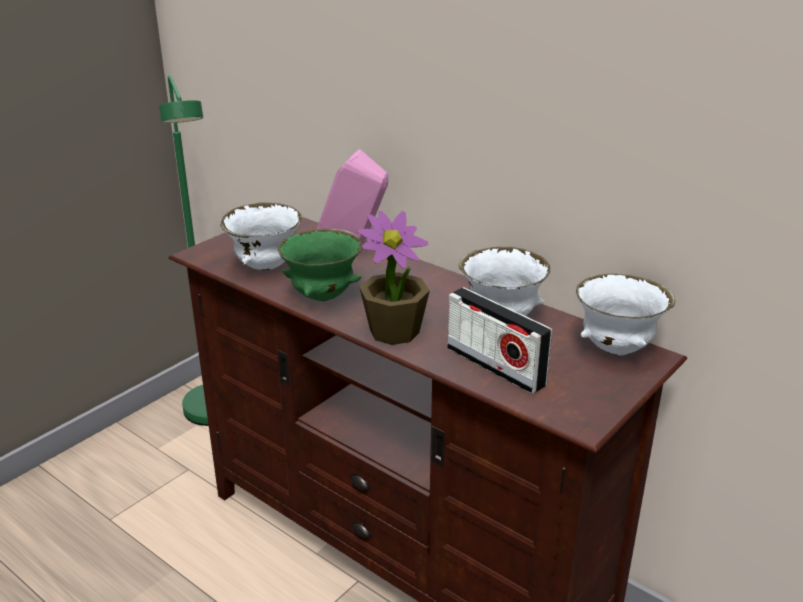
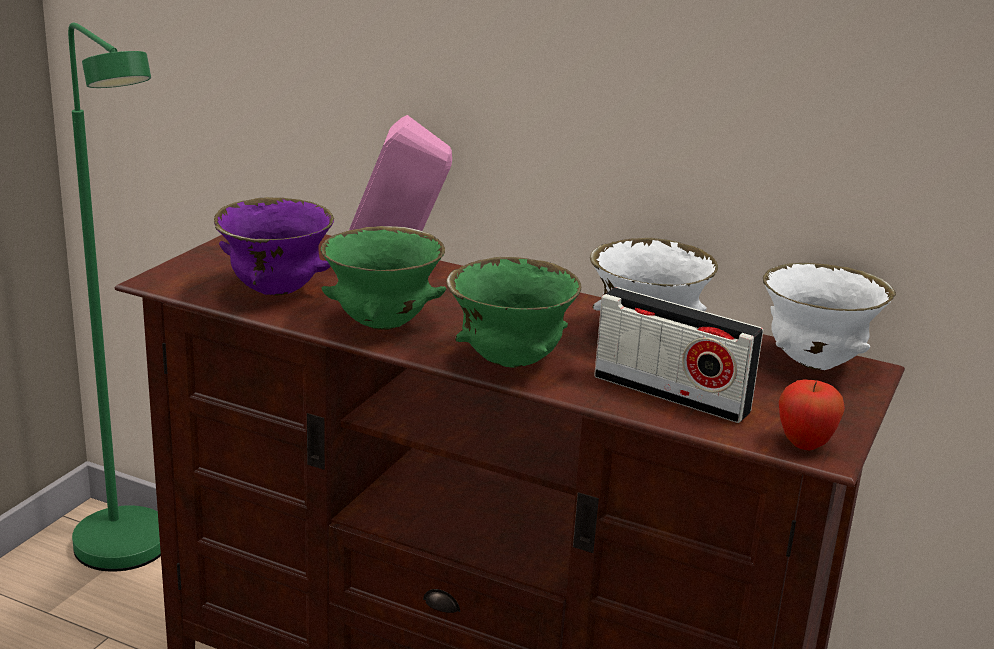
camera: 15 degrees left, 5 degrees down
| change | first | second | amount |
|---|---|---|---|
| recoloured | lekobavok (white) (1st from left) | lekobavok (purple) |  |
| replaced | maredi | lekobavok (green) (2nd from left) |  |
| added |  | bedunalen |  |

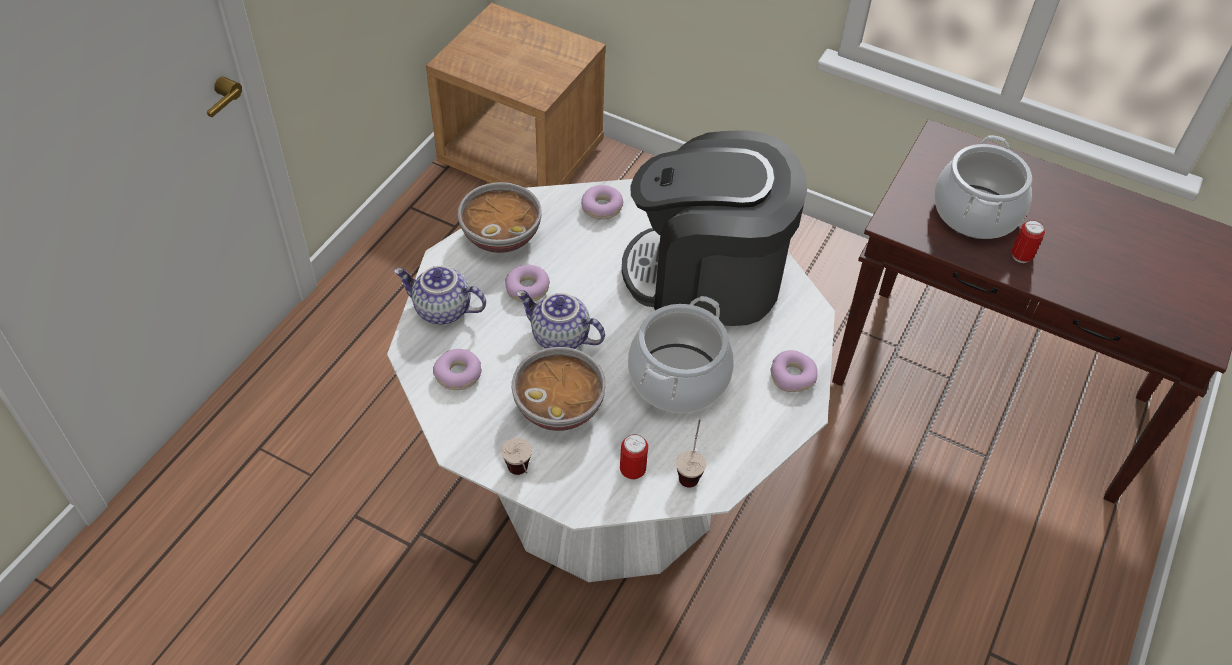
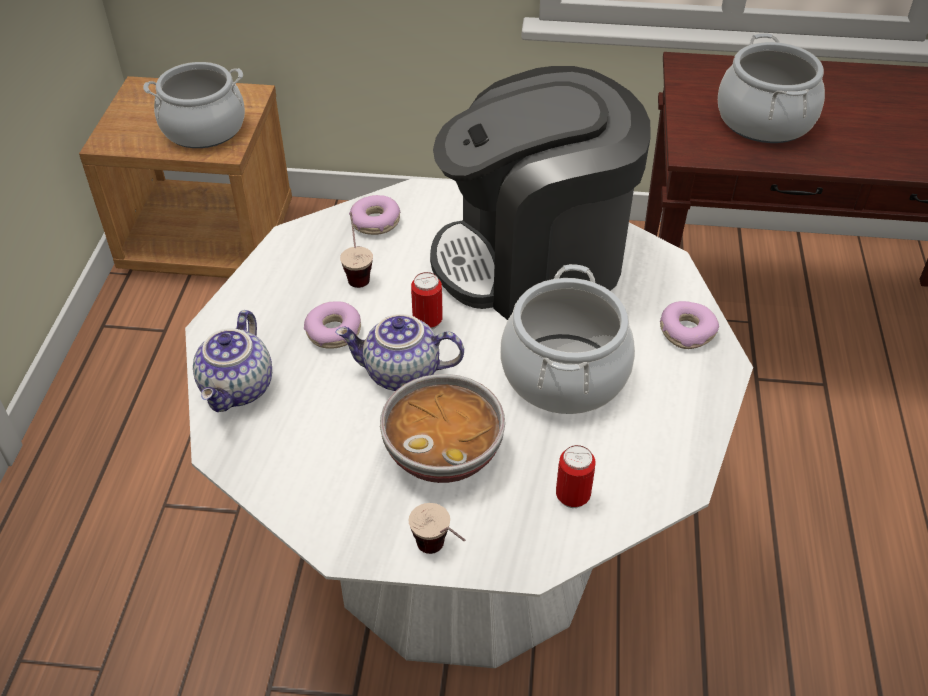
camera: 20 degrees left, 5 degrees down
| change | first | second | amount |
|---|---|---|---|
| turned | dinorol (1st from left) |  | 75 degrees counterclockwise |
| removed | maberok (1st from left) |  |  |
| removed | lekobavok (1st from left) |  |  |
| moved | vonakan (2nd from left in the first image) | vonakan (1st from left) |  |
| moved | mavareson (2nd from left in the first image) | mavareson (1st from left) |  |
| added |  | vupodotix (1st from left) |  |

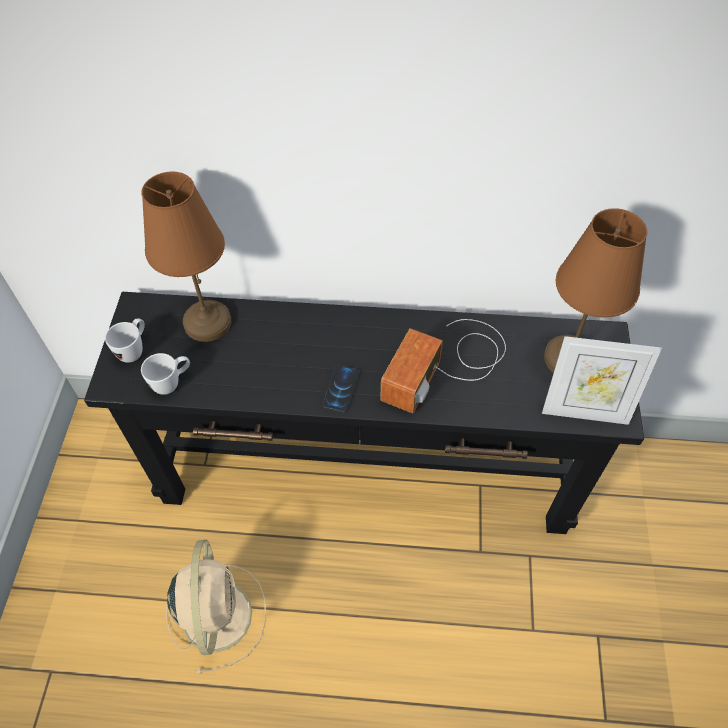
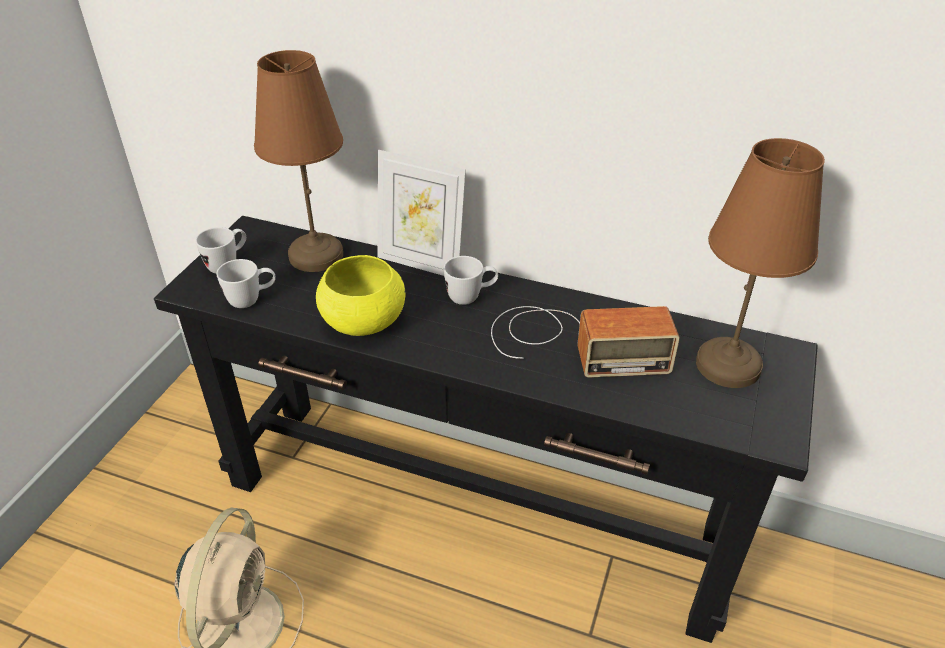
camera: 15 degrees right, 15 degrees down
| change | first | second | amount |
|---|---|---|---|
| removed | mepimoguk |  |  |
| turned | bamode |  | 135 degrees counterclockwise |
| moved | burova |  |  |
| added |  | lekobavok (yellow) |  |
| added |  | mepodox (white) (3rd from left) |  |

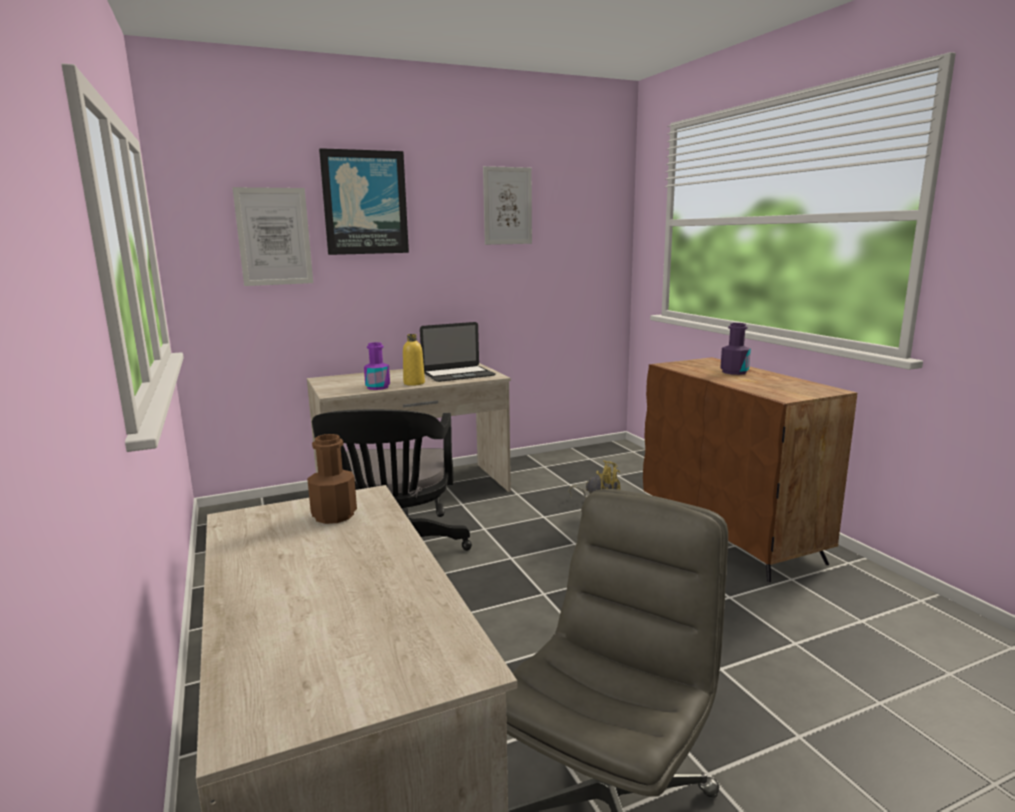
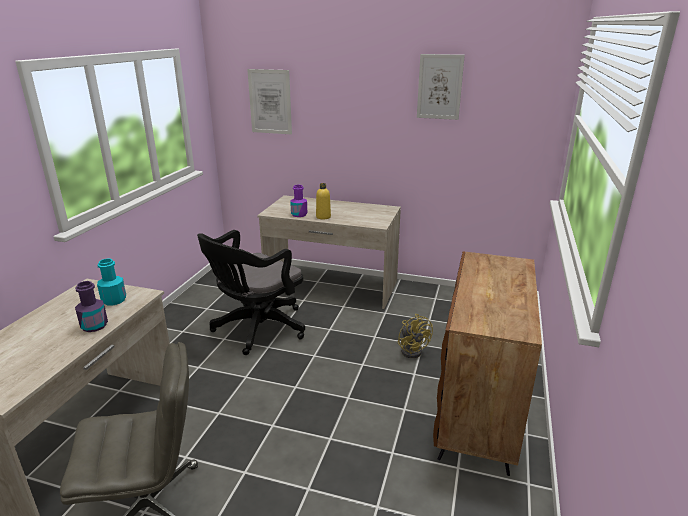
camera: 40 degrees right, 10 degrees up
| change | first | second | amount |
|---|---|---|---|
| recoloured | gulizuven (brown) | gulizuven (turquoise) |  |
| removed | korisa (2nd from left) |  |  |
| removed | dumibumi |  |  |
| moved | gulizuven (purple) (2nd from left in the first image) | gulizuven (purple) (1st from left) |  |

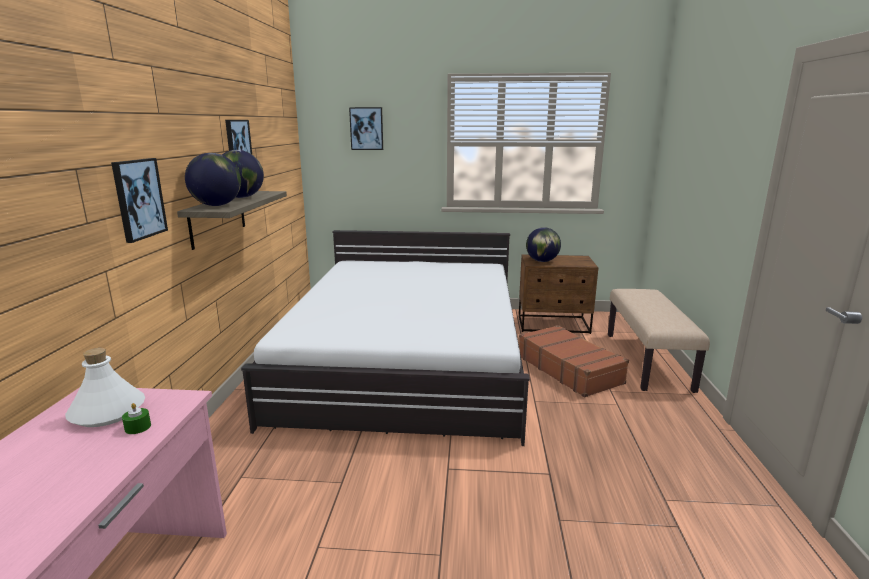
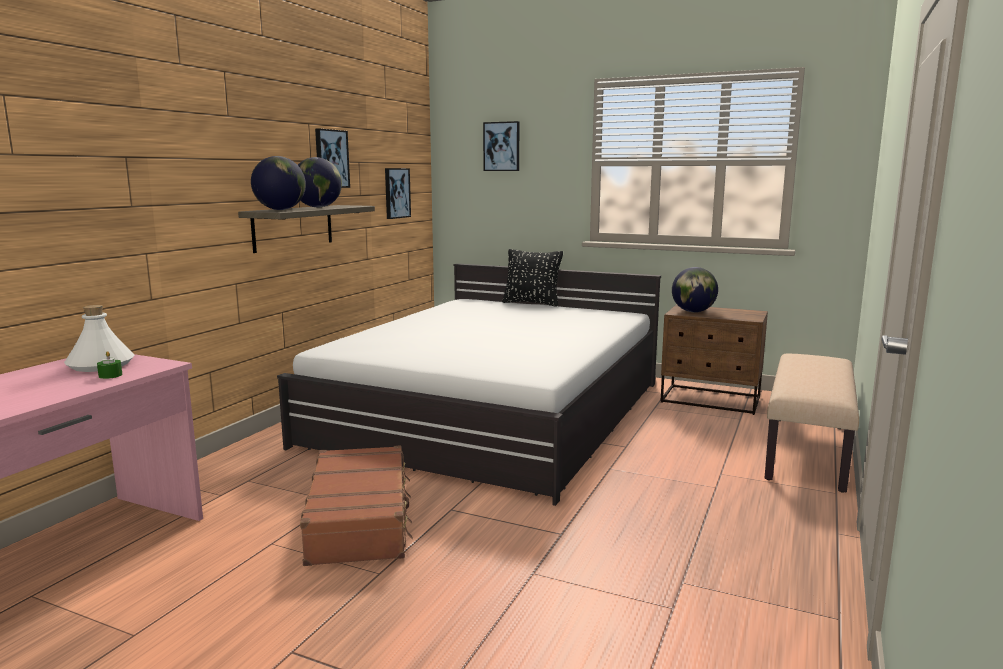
camera: 20 degrees right, 5 degrees down
| change | first | second | amount |
|---|---|---|---|
| moved | korisa (1st from left in the first image) | korisa (2nd from left) |  |
| moved | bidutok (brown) |  |  |
| added |  | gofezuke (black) |  |

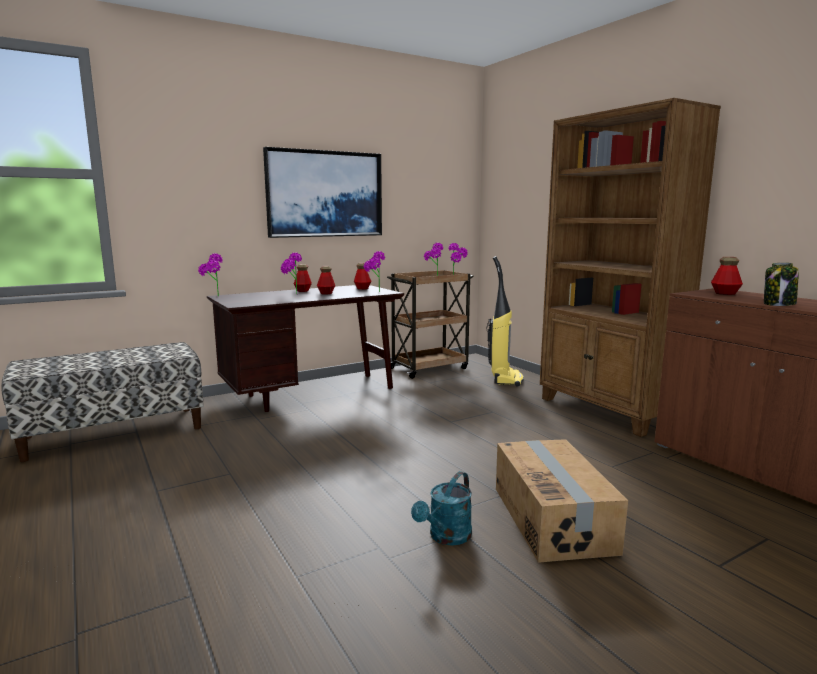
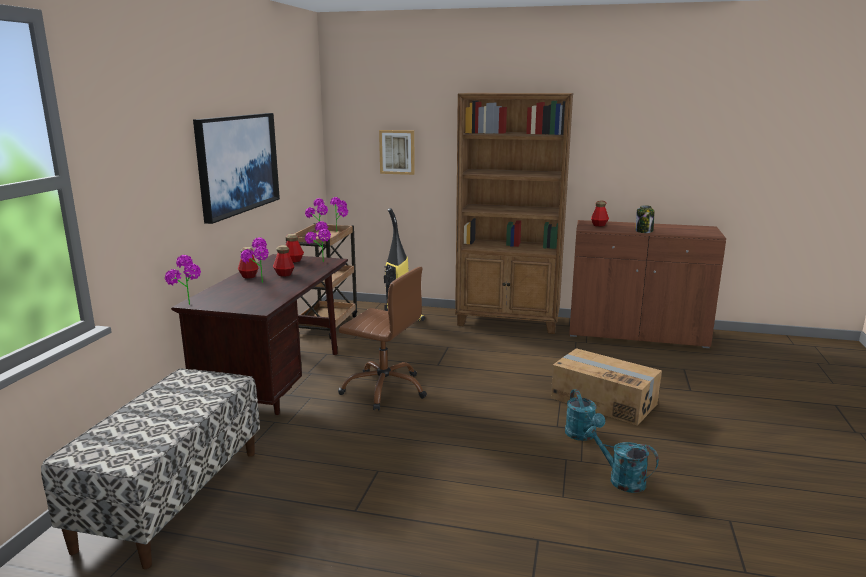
camera: 45 degrees left, 5 degrees up
| change | first | second | amount |
|---|---|---|---|
| added |  | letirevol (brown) |  |
| added |  | korisa (2nd from left) |  |
| added |  | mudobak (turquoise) (2nd from left) |  |

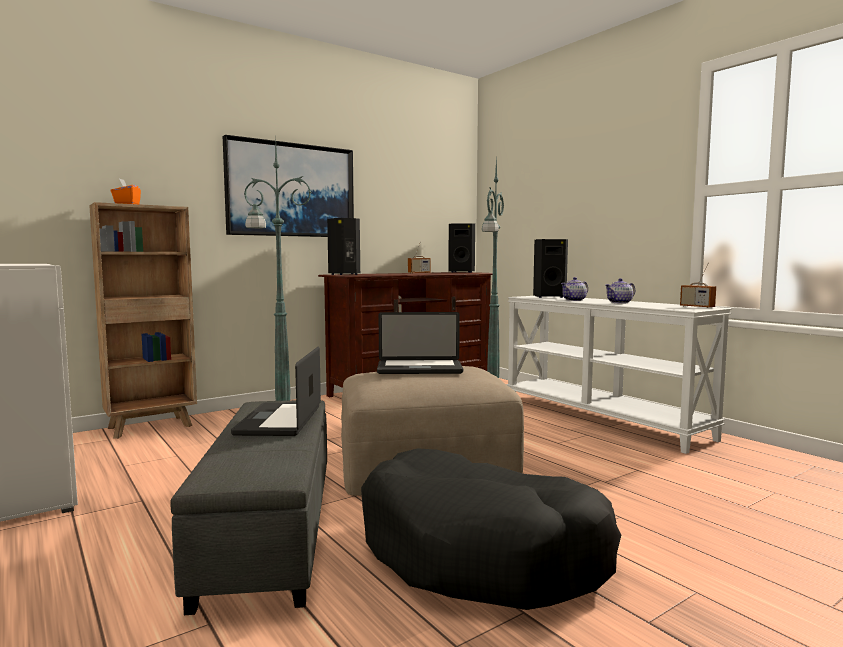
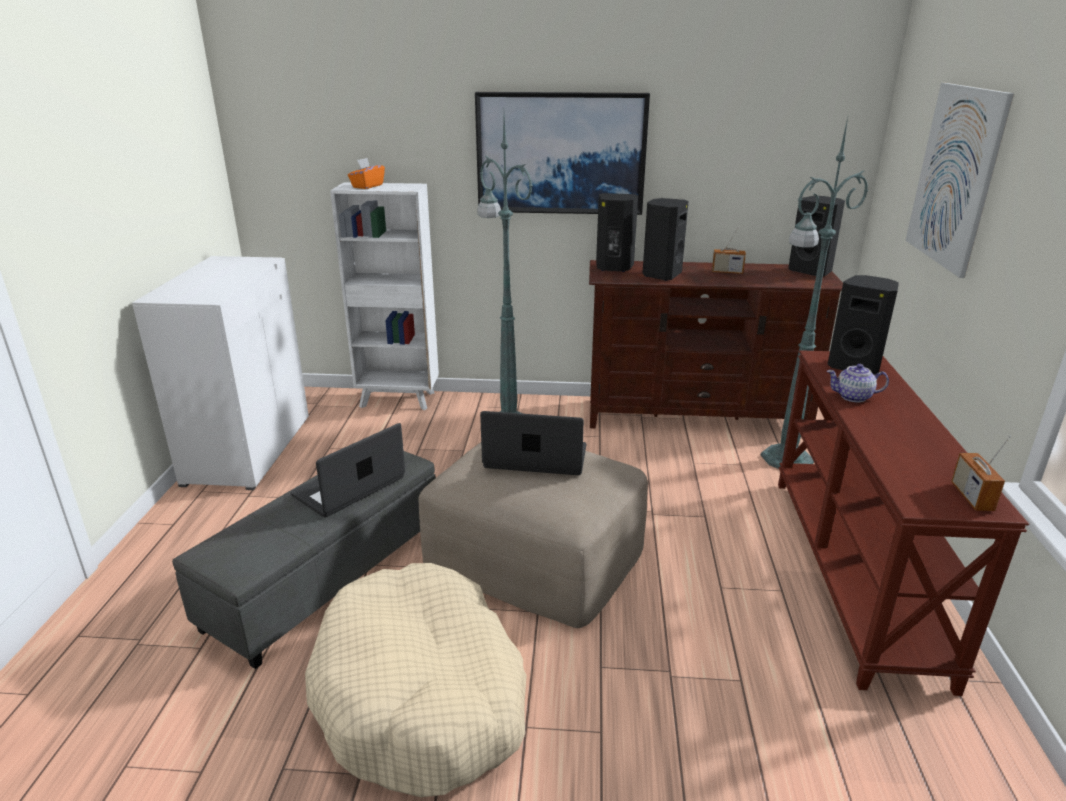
camera: 40 degrees right, 20 degrees up
| change | first | second | amount |
|---|---|---|---|
| recoloured | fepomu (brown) | fepomu (white) |  |
| recoloured | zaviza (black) | zaviza (beige) |  |
| turned | dumibumi (2nd from left) |  | 150 degrees clockwise |
| recoloured | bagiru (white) | bagiru (brown) |  |
| removed | dinorol (2nd from left) |  |  |
| added |  | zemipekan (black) (2nd from left) |  |
| added |  | korisa (2nd from left) |  |

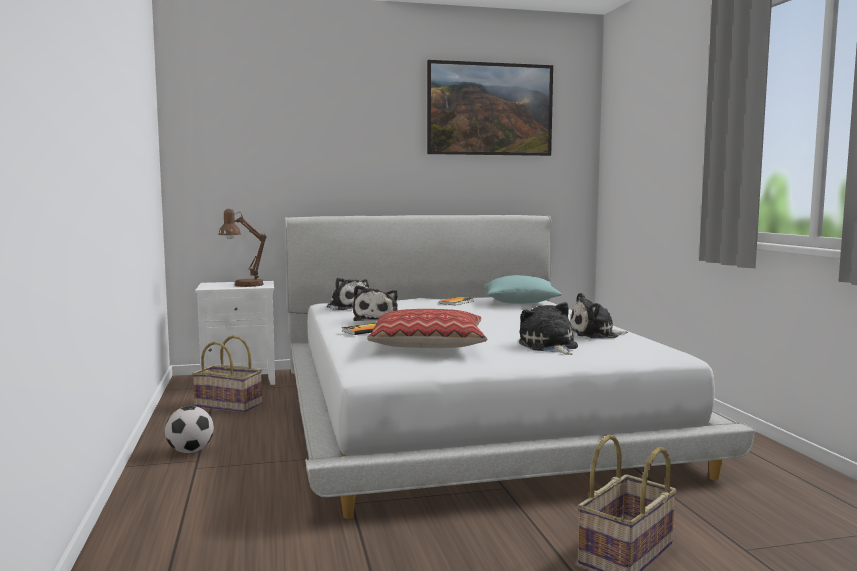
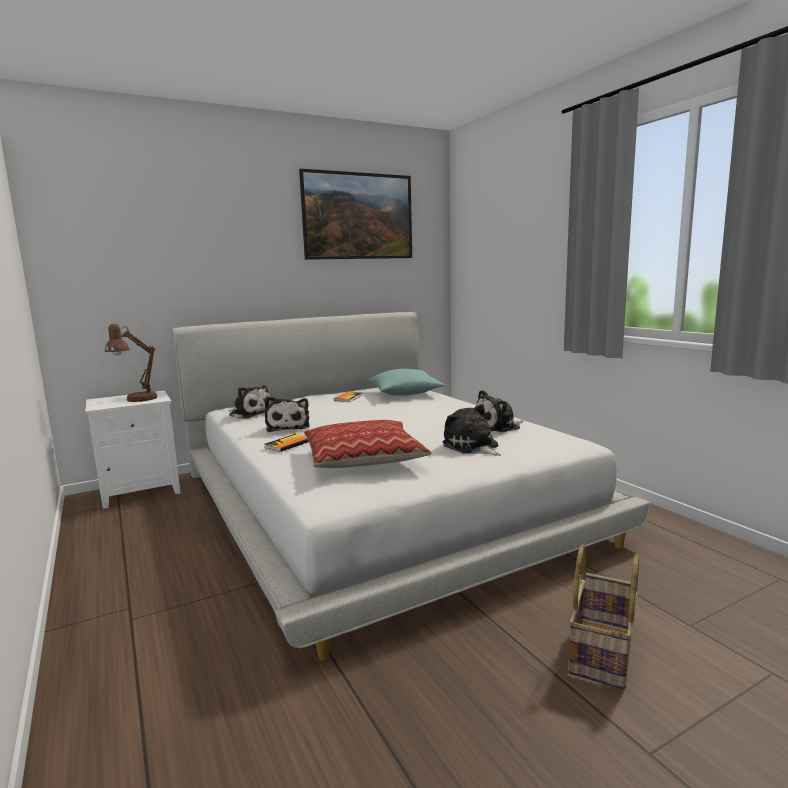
camera: 15 degrees left, 5 degrees up
| change | first | second | amount |
|---|---|---|---|
| removed | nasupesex |  |  |
| removed | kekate (1st from left) |  |  |

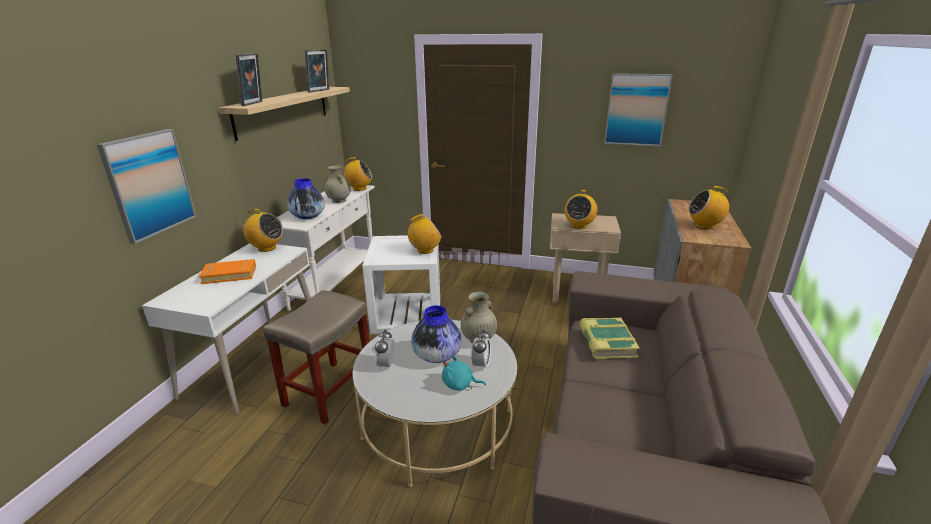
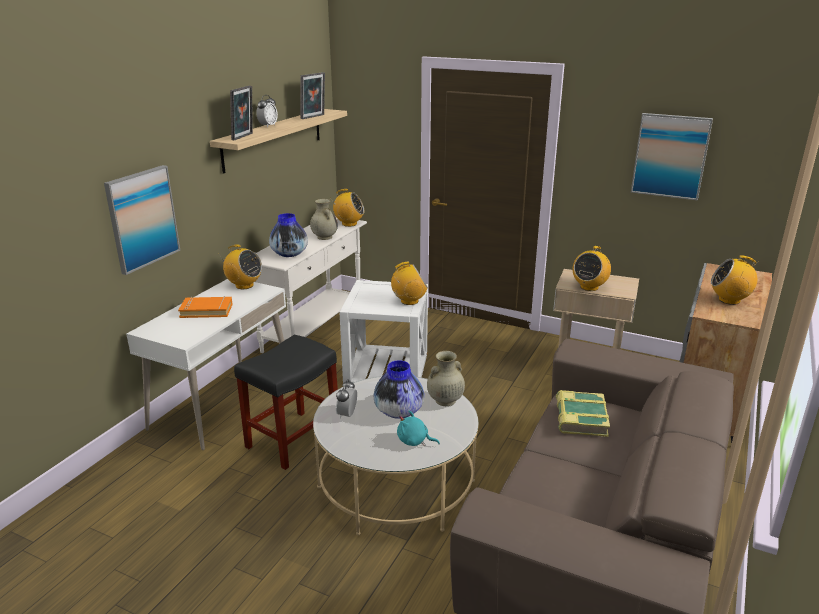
camera: 10 degrees right, 0 degrees up
| change | first | second | amount |
|---|---|---|---|
| recoloured | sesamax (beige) | sesamax (black) |  |
| moved | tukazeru (2nd from left in the first image) | tukazeru (1st from left) |  |

